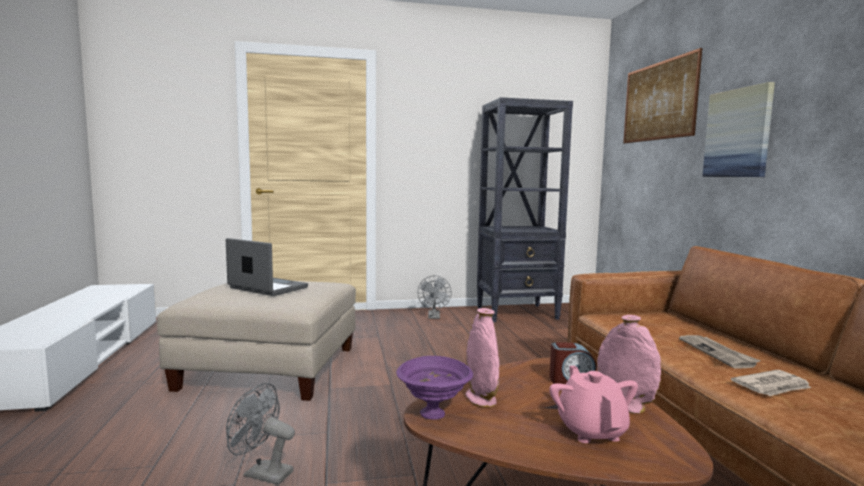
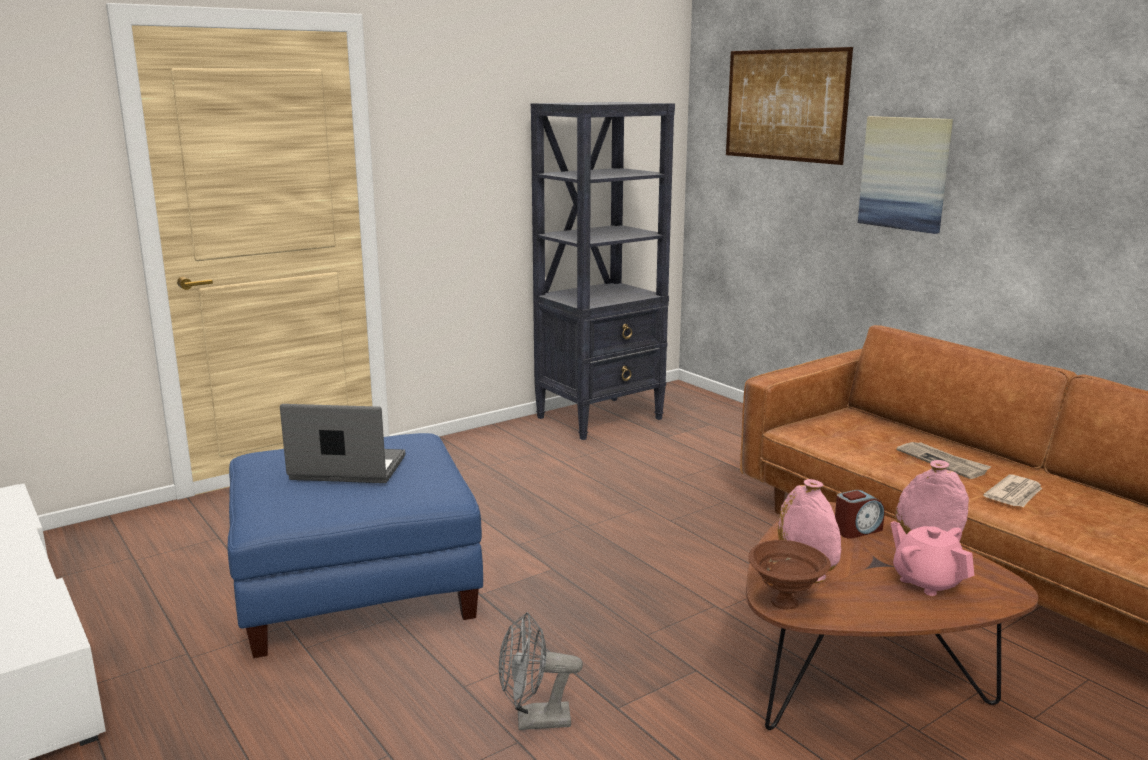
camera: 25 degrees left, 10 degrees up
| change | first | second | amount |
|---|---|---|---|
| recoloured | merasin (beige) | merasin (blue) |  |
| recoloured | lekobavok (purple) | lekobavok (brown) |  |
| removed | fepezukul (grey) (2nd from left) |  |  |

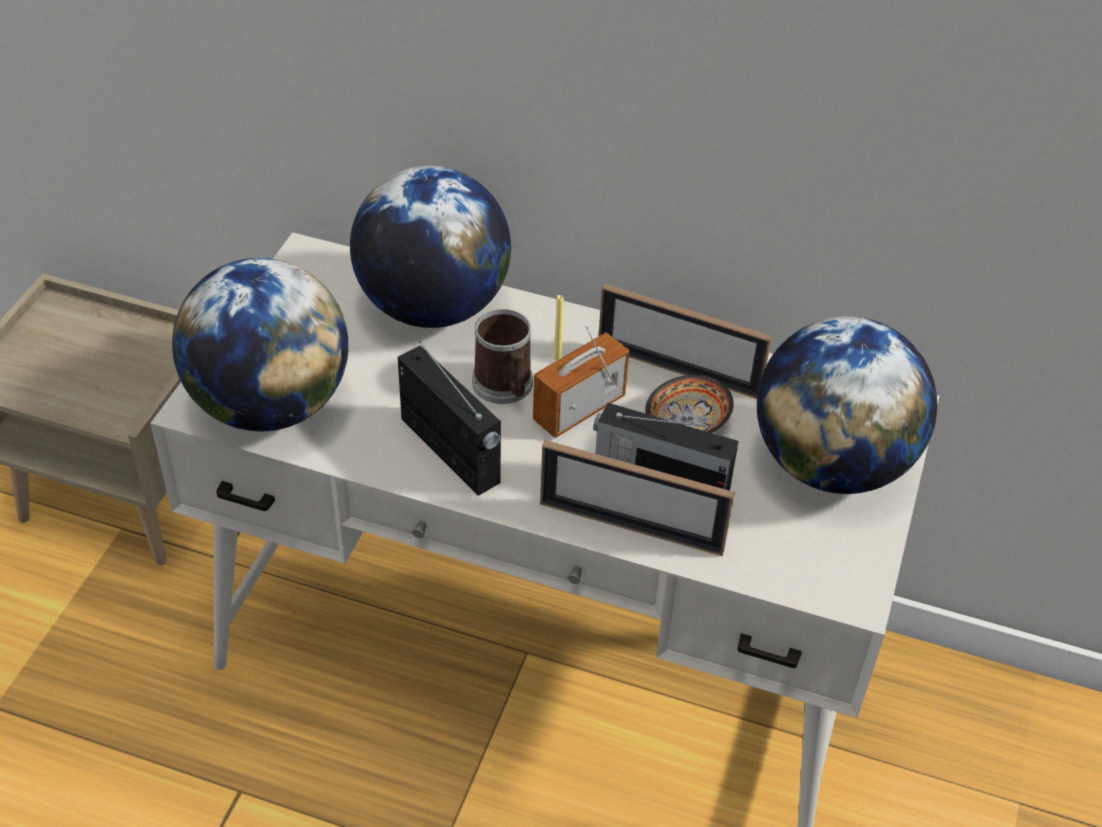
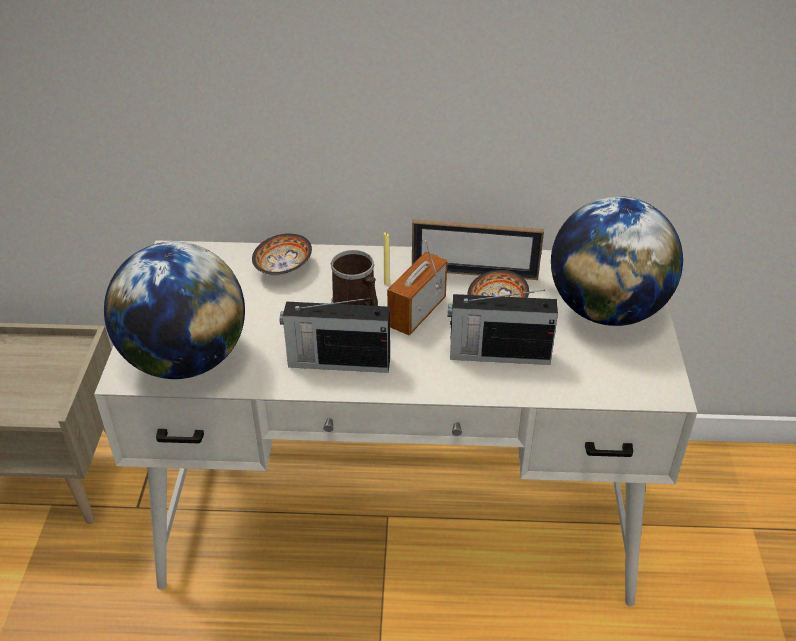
camera: 15 degrees left, 5 degrees down
| change | first | second | amount |
|---|---|---|---|
| replaced | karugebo (2nd from left) | lekobavok (1st from left) |  |
| turned | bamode (1st from left) |  | 150 degrees clockwise |
| removed | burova (1st from left) |  |  |

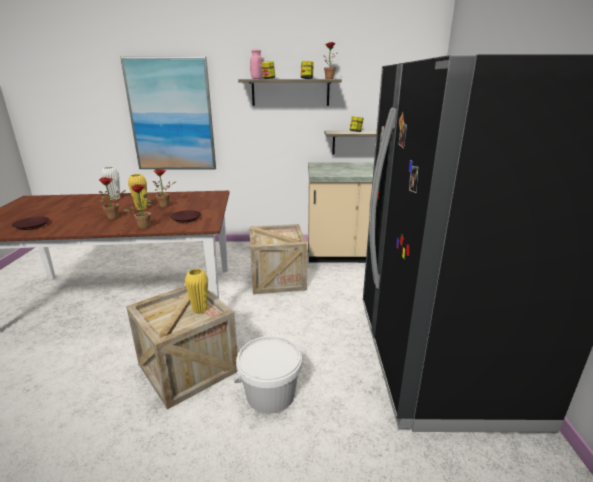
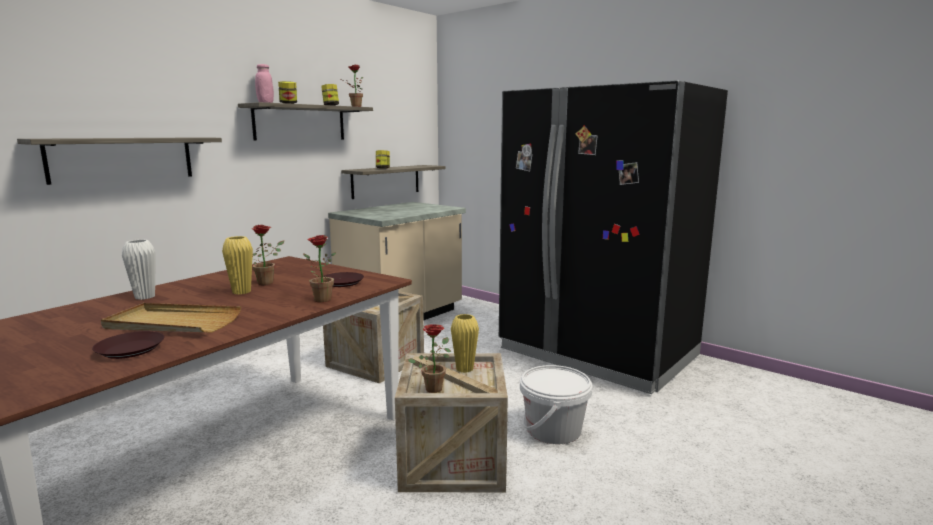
camera: 50 degrees left, 10 degrees down
| change | first | second | amount |
|---|---|---|---|
| moved | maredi (1st from left in the first image) | maredi (4th from left) |  |
| replaced | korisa | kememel (1st from left) |  |
| added |  | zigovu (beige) |  |

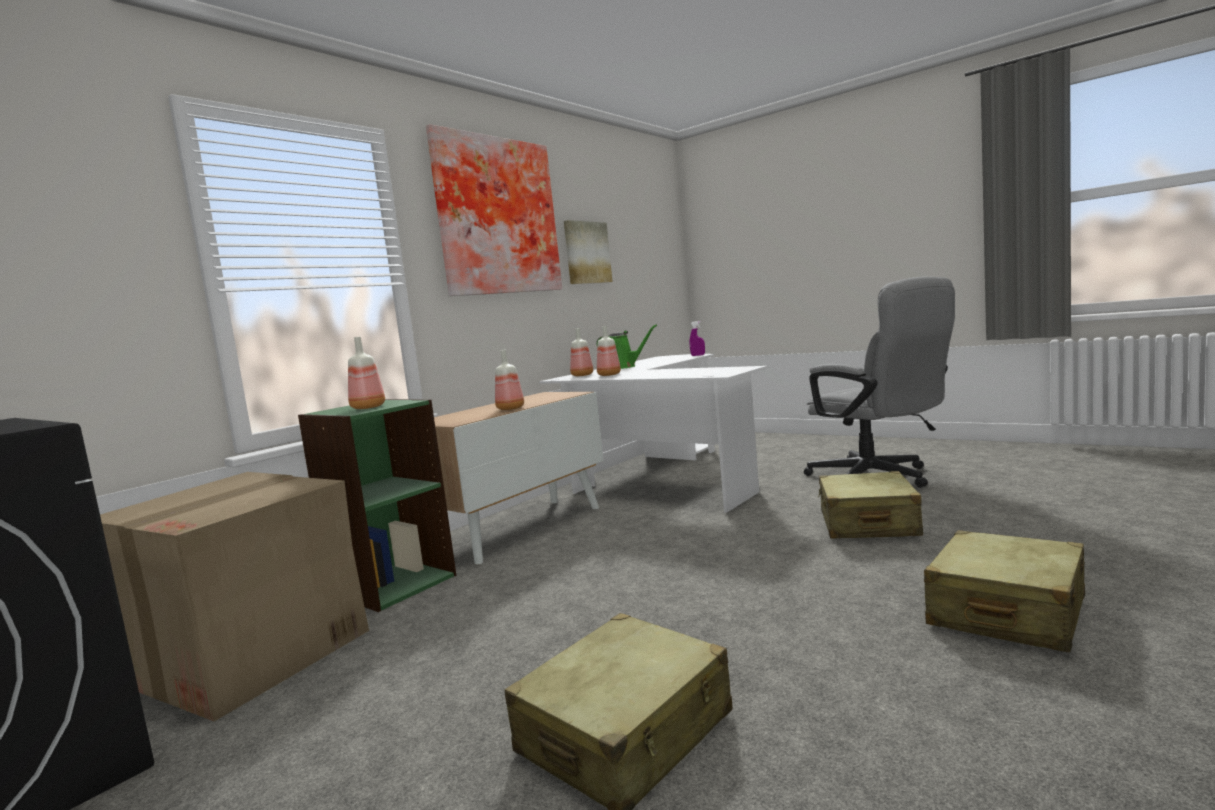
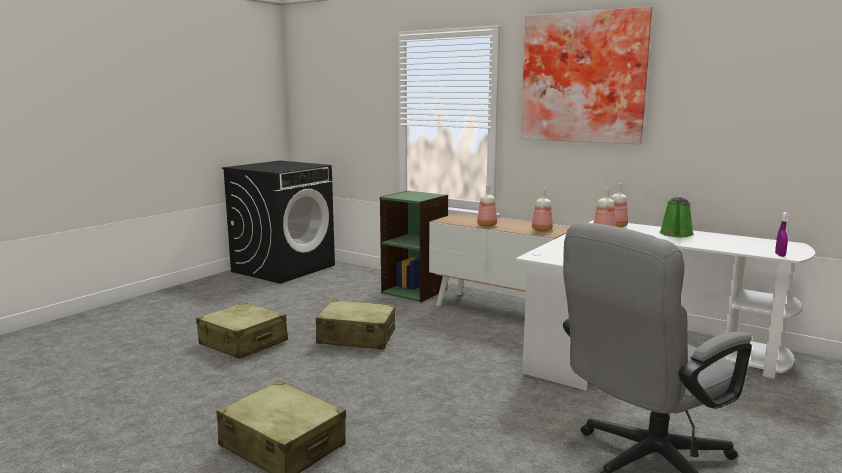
camera: 85 degrees right, 5 degrees up
| change | first | second | amount |
|---|---|---|---|
| removed | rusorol |  |  |
| moved | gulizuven (1st from left in the first image) | gulizuven (2nd from left) |  |
| removed | korisa (2nd from left) |  |  |
| moved | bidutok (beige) (2nd from left in the first image) | bidutok (beige) (3rd from left) |  |

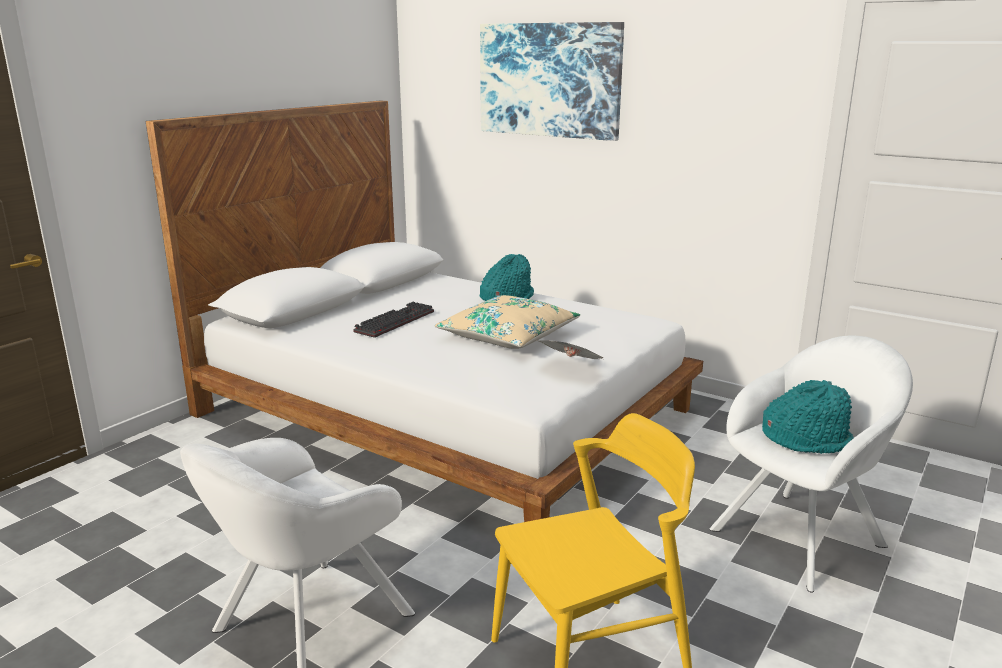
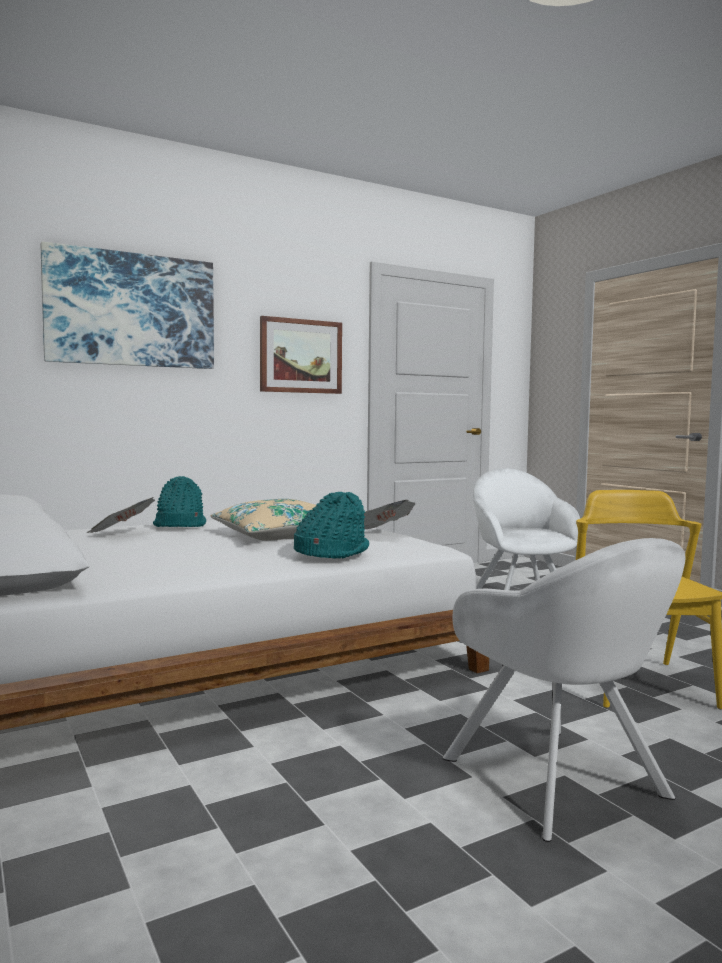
camera: 65 degrees left, 15 degrees down
| change | first | second | amount |
|---|---|---|---|
| removed | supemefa |  |  |
| moved | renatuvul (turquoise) (2nd from left) |  |  |
| added |  | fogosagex (1st from left) |  |
| added |  | korisa (2nd from left) |  |

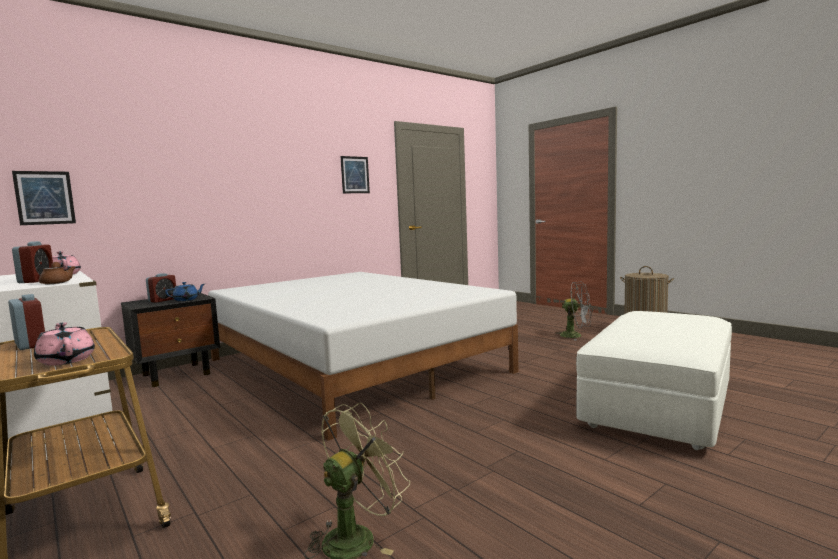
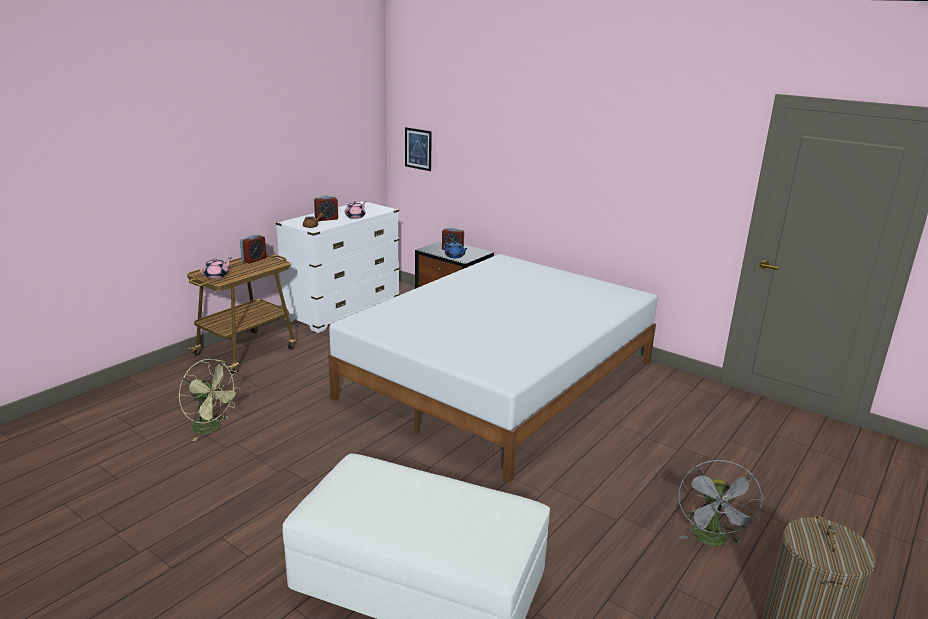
camera: 75 degrees right, 15 degrees up
| change | first | second | amount |
|---|---|---|---|
| removed | korisa (2nd from left) |  |  |

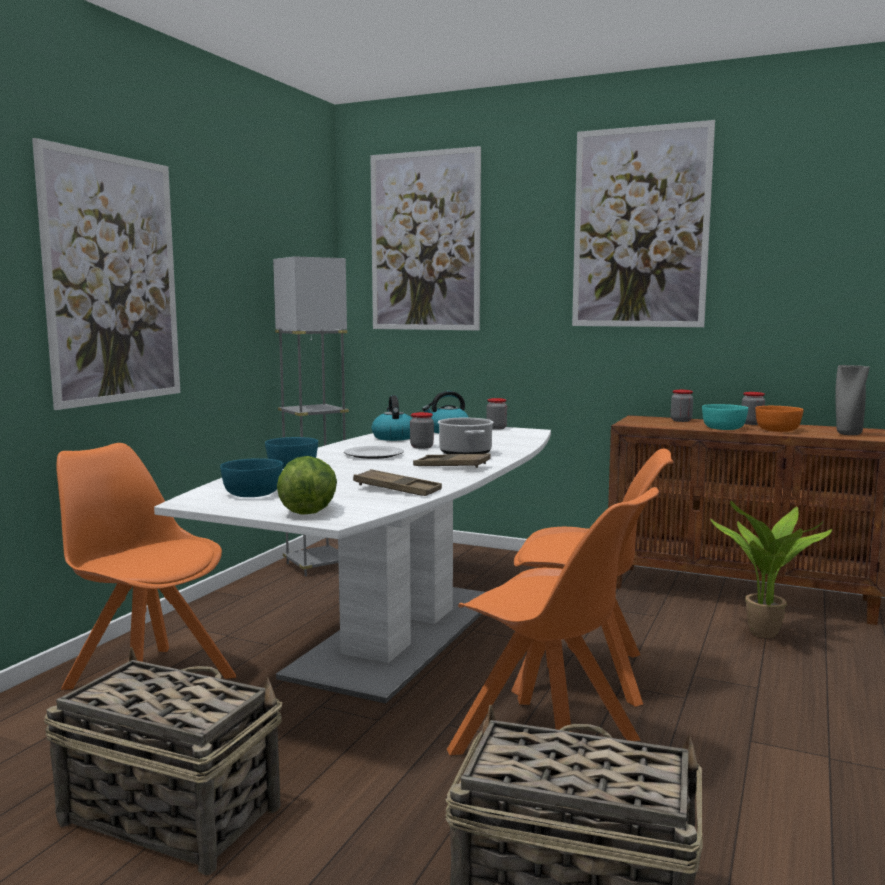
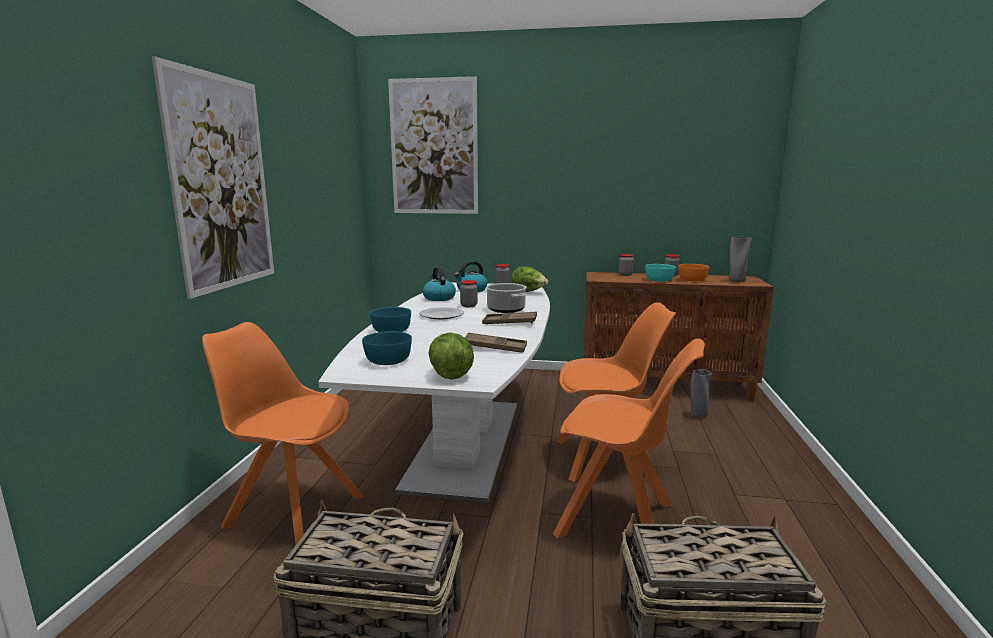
camera: 15 degrees left, 5 degrees up
| change | first | second | amount |
|---|---|---|---|
| removed | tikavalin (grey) |  |  |
| removed | korisa (3rd from left) |  |  |
| replaced | maredi | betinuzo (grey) (1st from left) |  |
| added |  | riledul (2nd from left) |  |

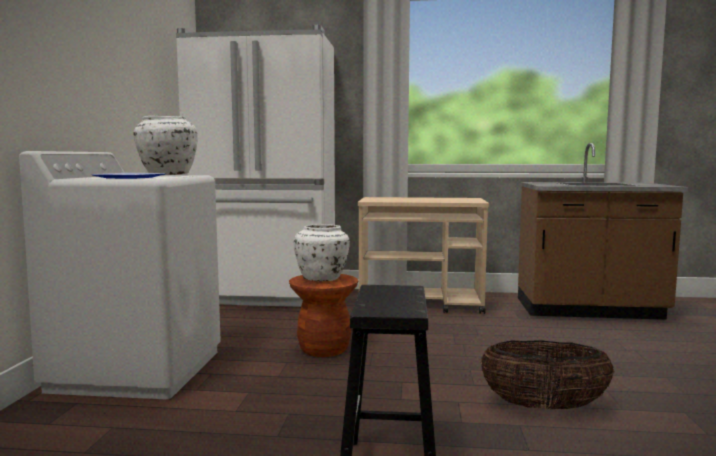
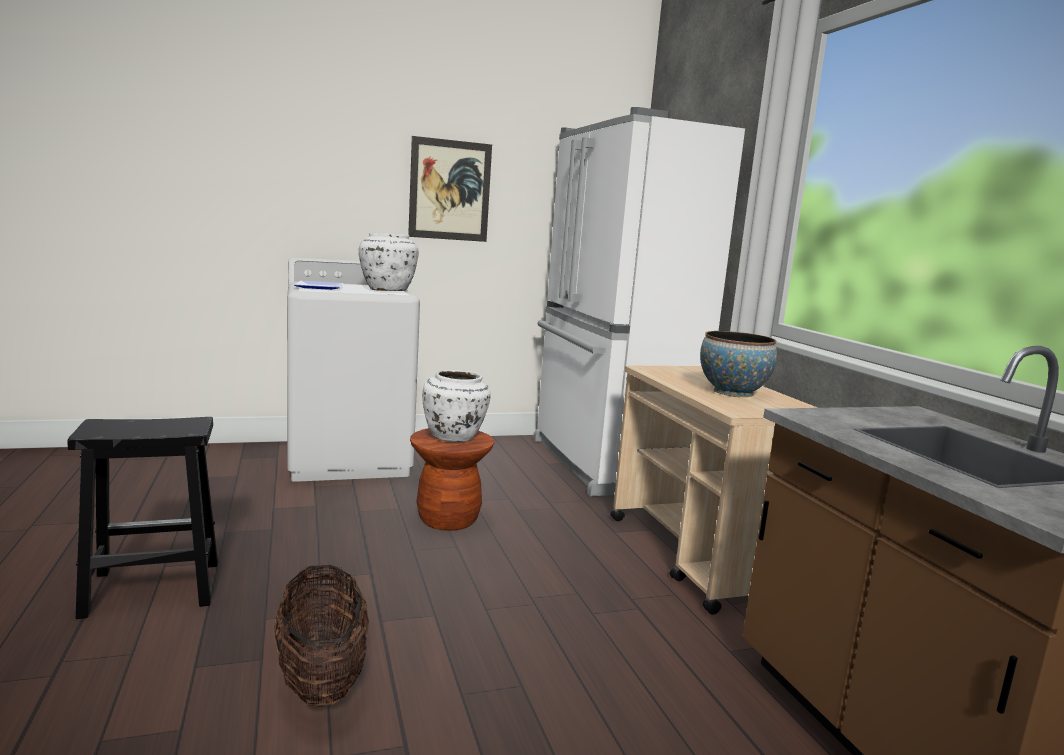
camera: 65 degrees right, 5 degrees up
| change | first | second | amount |
|---|---|---|---|
| added |  | korisa |  |
| added |  | lekobavok |  |

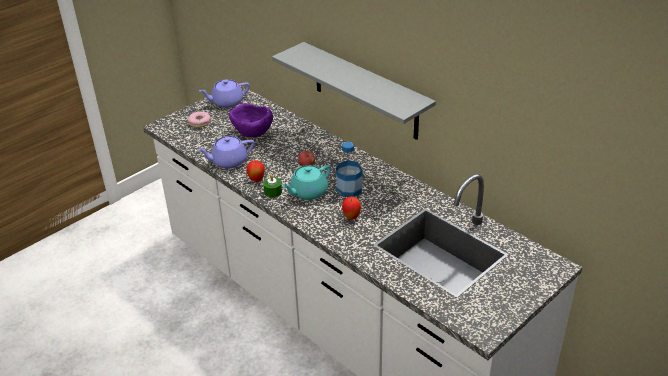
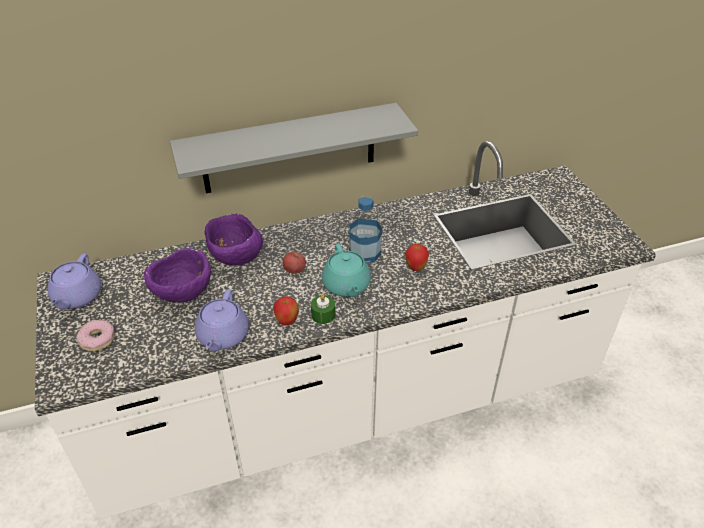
camera: 65 degrees left, 5 degrees up
| change | first | second | amount |
|---|---|---|---|
| added |  | lekobavok (purple) (2nd from left) |  |

